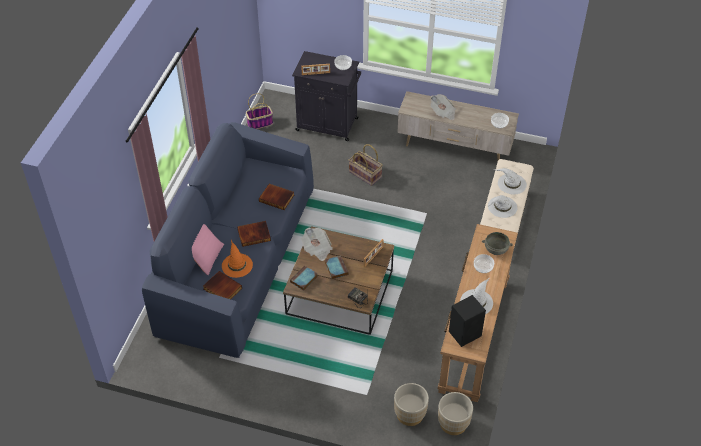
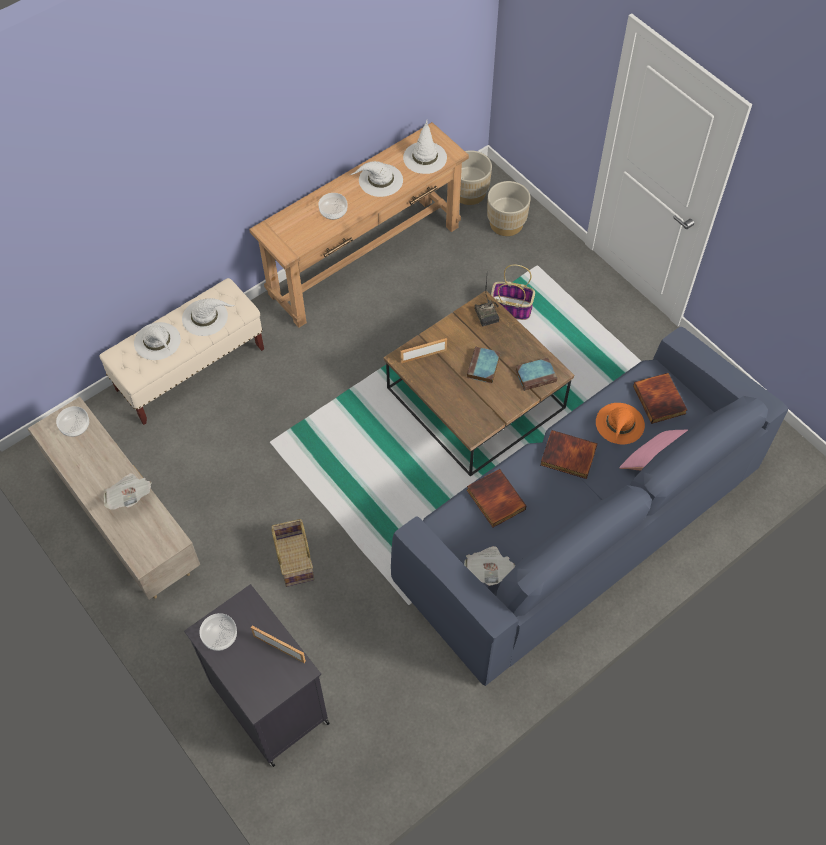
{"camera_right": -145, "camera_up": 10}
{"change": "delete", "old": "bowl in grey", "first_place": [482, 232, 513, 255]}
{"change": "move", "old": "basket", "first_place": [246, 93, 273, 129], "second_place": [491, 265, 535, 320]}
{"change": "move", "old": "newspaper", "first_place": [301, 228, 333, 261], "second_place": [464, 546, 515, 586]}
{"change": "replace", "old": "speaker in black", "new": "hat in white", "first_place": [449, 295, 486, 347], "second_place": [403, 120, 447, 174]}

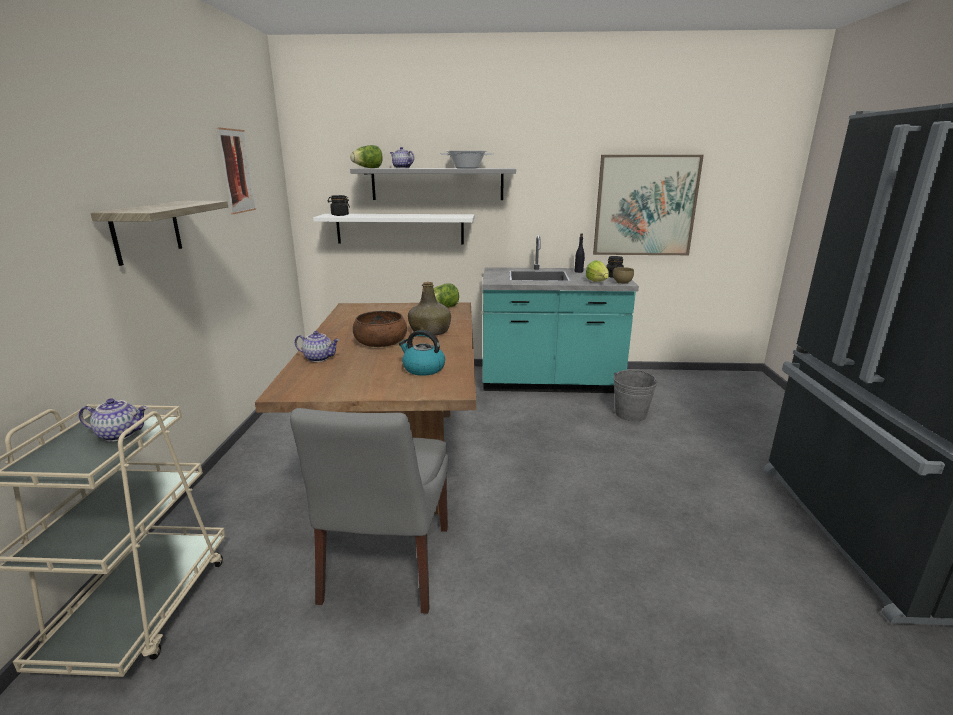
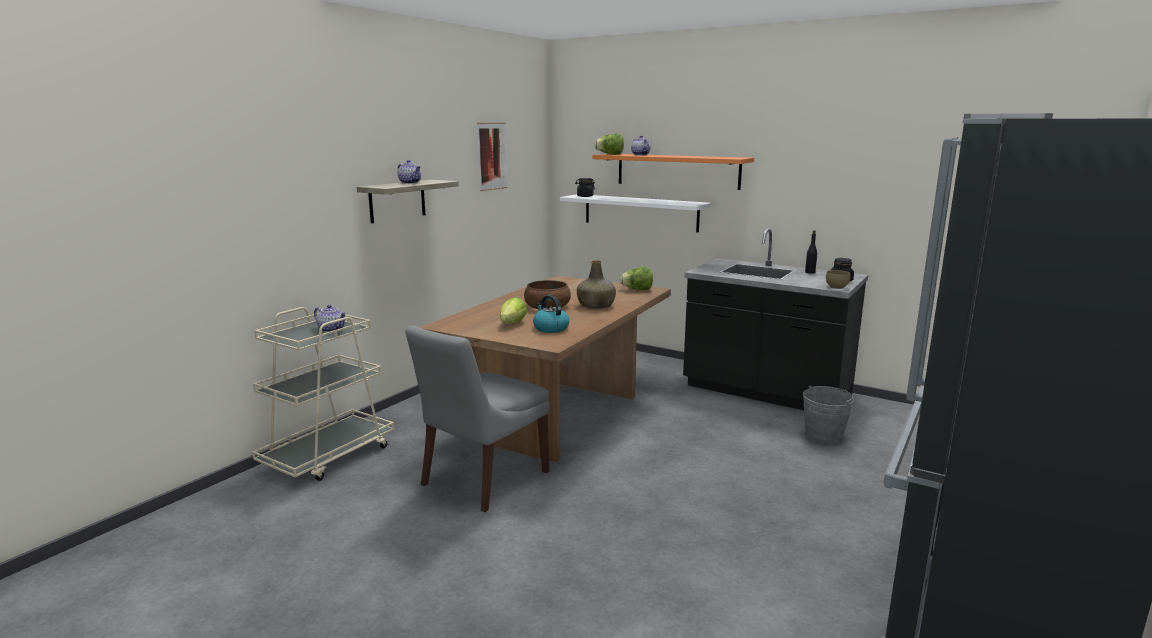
{"camera_right": 30, "camera_up": -5}
{"change": "delete", "old": "cooking pot", "first_place": [440, 151, 494, 169]}
{"change": "delete", "old": "picture", "first_place": [593, 155, 704, 255]}
{"change": "move", "old": "teapot", "first_place": [295, 331, 340, 362], "second_place": [398, 160, 421, 184]}
{"change": "move", "old": "lettuce", "first_place": [586, 260, 609, 282], "second_place": [500, 297, 527, 323]}
{"change": "recolor", "old": "shelf in grey", "new": "shelf in orange", "first_place": [350, 168, 516, 200], "second_place": [592, 154, 754, 190]}
{"change": "recolor", "old": "counter in turquoise", "new": "counter in black", "first_place": [482, 235, 639, 393], "second_place": [683, 229, 868, 410]}

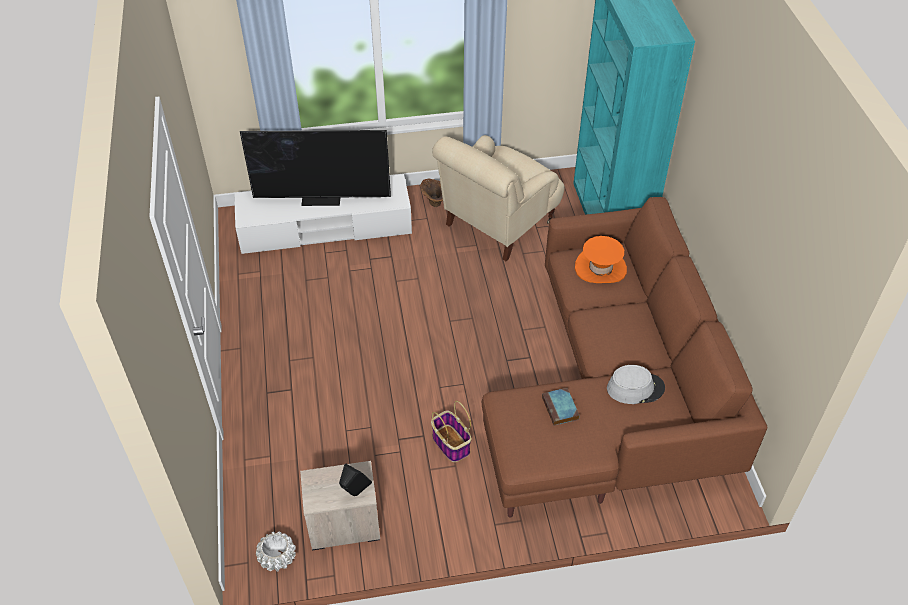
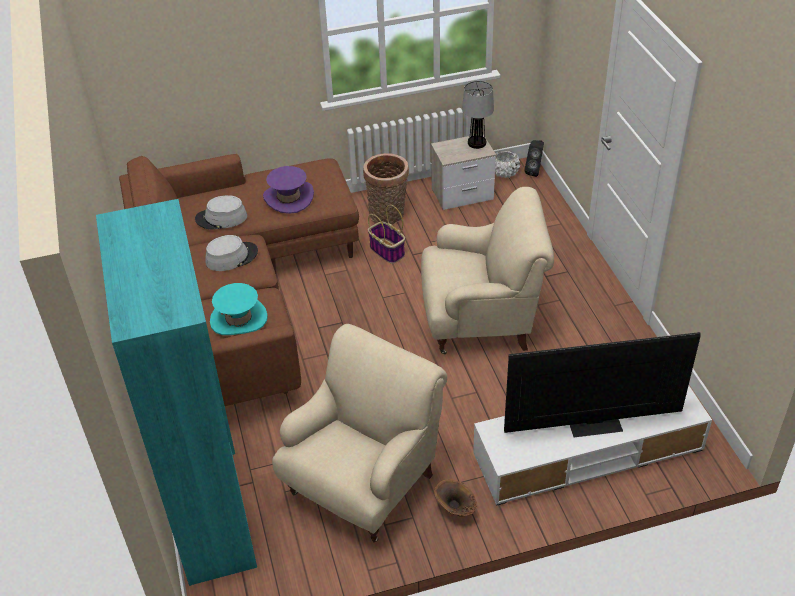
{"camera_right": 175, "camera_up": -5}
{"change": "insert", "new": "hat in grey", "second_place": [205, 235, 258, 271]}
{"change": "insert", "new": "basket", "second_place": [363, 153, 409, 224]}
{"change": "insert", "new": "armchair in beige", "second_place": [421, 187, 554, 354]}
{"change": "insert", "new": "table lamp", "second_place": [462, 81, 494, 149]}
{"change": "move", "old": "speaker in black", "first_place": [339, 464, 372, 496], "second_place": [524, 140, 544, 177]}
{"change": "replace", "old": "book", "new": "hat in purple", "first_place": [542, 388, 579, 426], "second_place": [263, 166, 314, 214]}
{"change": "recolor", "old": "hat in orange", "new": "hat in turquoise", "first_place": [575, 236, 627, 283], "second_place": [210, 283, 268, 335]}

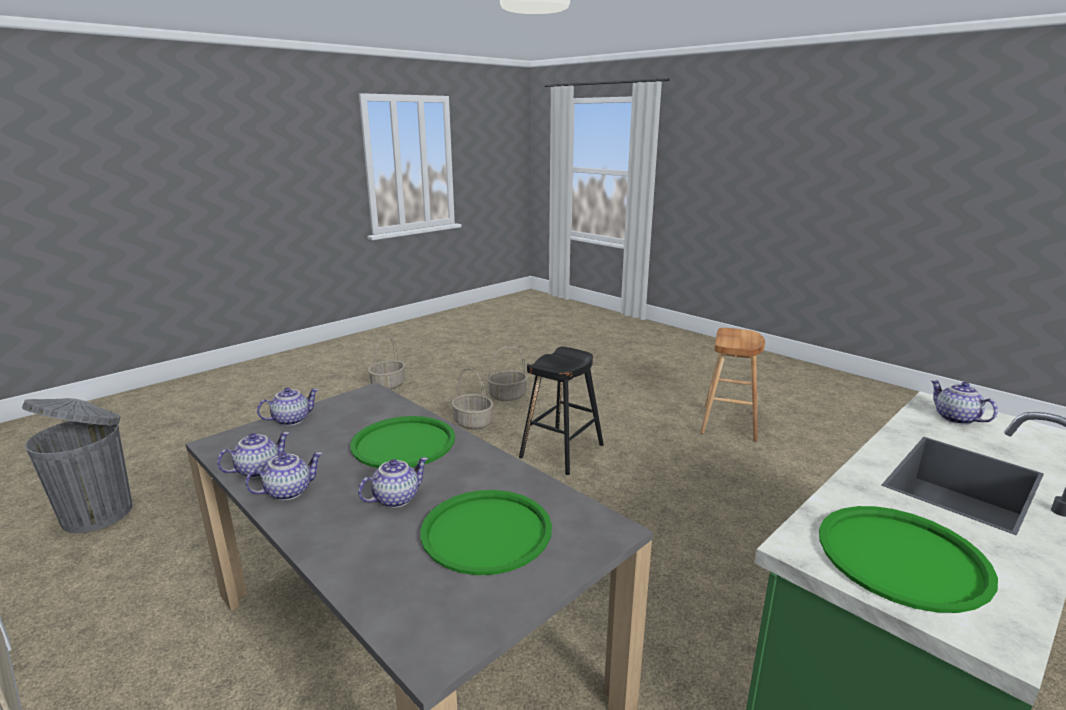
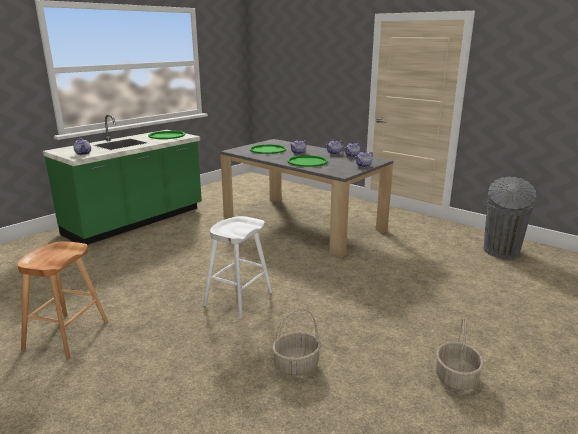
{"camera_right": 175, "camera_up": 0}
{"change": "delete", "old": "basket", "first_place": [451, 368, 493, 430]}
{"change": "recolor", "old": "stool in black", "new": "stool in white", "first_place": [519, 347, 604, 475], "second_place": [203, 216, 272, 319]}

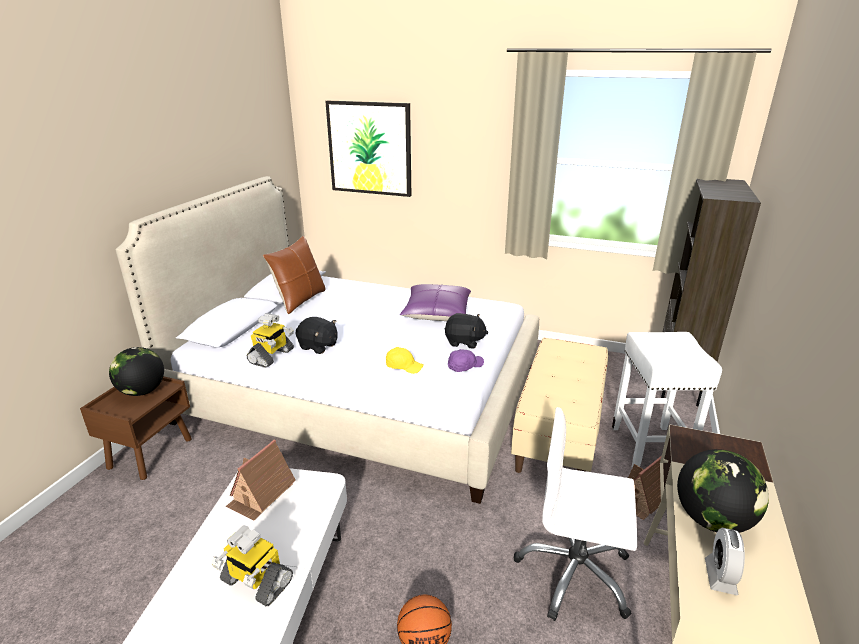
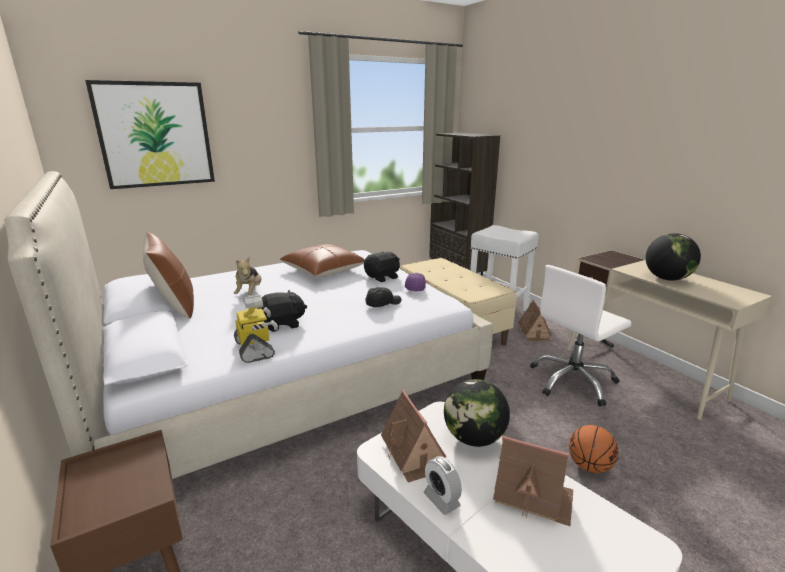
{"camera_right": -50, "camera_up": -5}
{"change": "insert", "new": "plush toy", "second_place": [234, 257, 262, 295]}
{"change": "move", "old": "globe", "first_place": [109, 347, 164, 396], "second_place": [444, 379, 510, 447]}
{"change": "move", "old": "alarm clock", "first_place": [705, 528, 745, 595], "second_place": [424, 456, 462, 515]}
{"change": "replace", "old": "toy robot", "new": "toy house", "first_place": [211, 525, 293, 606], "second_place": [493, 436, 573, 526]}
{"change": "recolor", "old": "cap in yellow", "new": "cap in black", "first_place": [386, 347, 424, 374], "second_place": [365, 287, 401, 307]}
{"change": "recolor", "old": "pillow in purple", "new": "pillow in brown", "first_place": [400, 284, 471, 321], "second_place": [280, 244, 365, 277]}

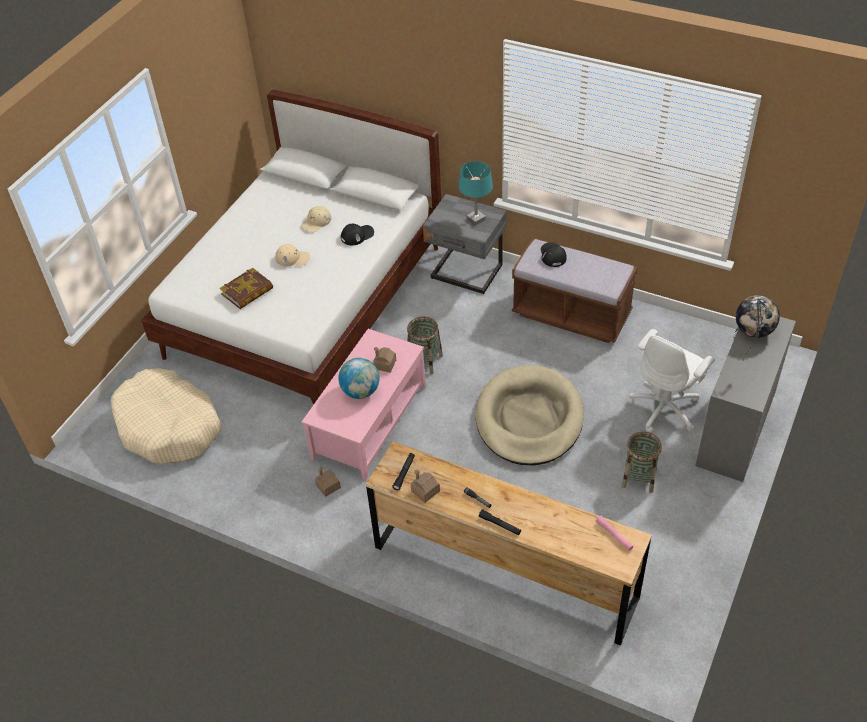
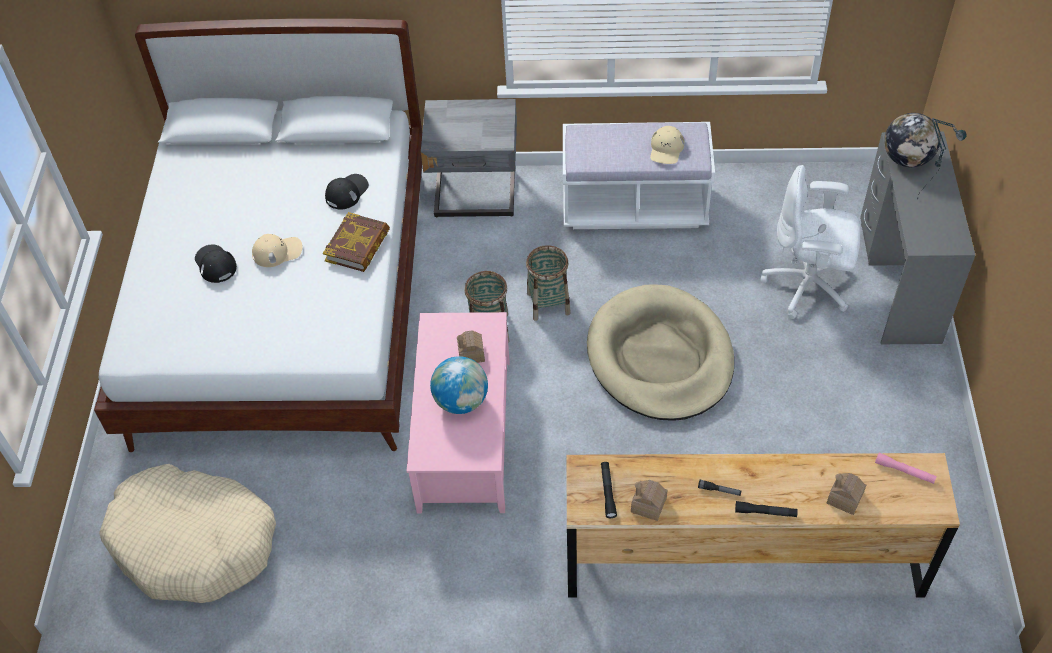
{"camera_right": -25, "camera_up": 5}
{"change": "delete", "old": "table lamp in turquoise", "first_place": [459, 161, 493, 226]}
{"change": "move", "old": "book", "first_place": [220, 267, 273, 309], "second_place": [323, 212, 390, 272]}
{"change": "move", "old": "cap in beige", "first_place": [301, 206, 331, 232], "second_place": [650, 126, 685, 164]}
{"change": "move", "old": "toy house", "first_place": [315, 467, 341, 497], "second_place": [827, 473, 866, 515]}
{"change": "move", "old": "cap in black", "first_place": [541, 242, 567, 267], "second_place": [195, 245, 237, 283]}
{"change": "move", "old": "basket", "first_place": [622, 431, 662, 493], "second_place": [526, 245, 571, 321]}
{"change": "recolor", "old": "bench in brown", "new": "bench in white", "first_place": [512, 237, 638, 343], "second_place": [563, 122, 715, 229]}
{"change": "rotate", "old": "office chair in white", "first_place": [628, 329, 715, 433], "second_place": [760, 165, 860, 319], "degrees": 90}

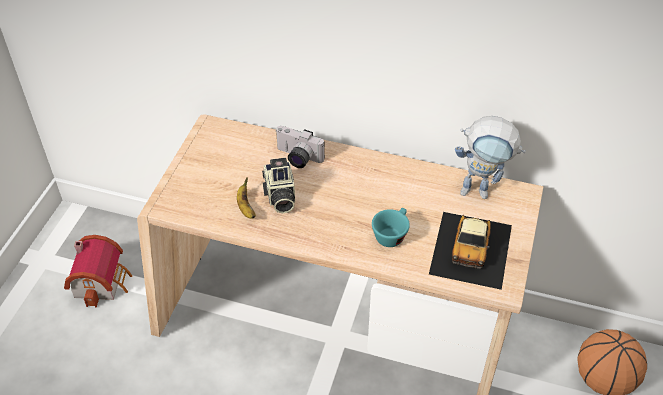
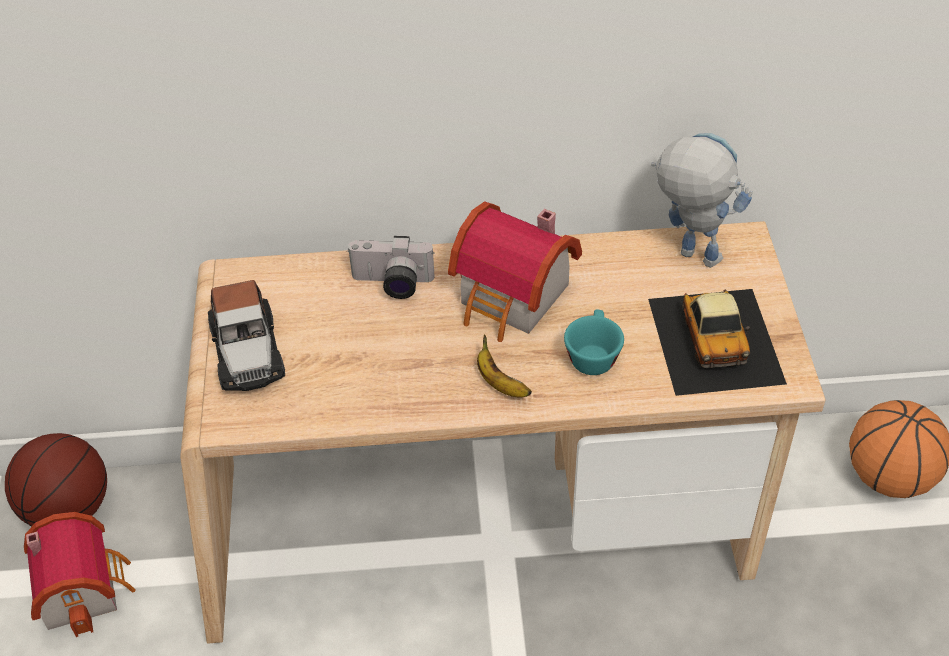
{"camera_right": -20, "camera_up": 0}
{"change": "delete", "old": "photo camera", "first_place": [262, 158, 295, 213]}
{"change": "insert", "new": "basketball", "second_place": [5, 433, 107, 527]}
{"change": "insert", "new": "toy car", "second_place": [208, 280, 285, 391]}
{"change": "insert", "new": "toy house", "second_place": [448, 201, 582, 342]}
{"change": "move", "old": "banana", "first_place": [237, 177, 256, 219], "second_place": [477, 334, 532, 397]}
{"change": "rotate", "old": "toy robot", "first_place": [455, 116, 526, 199], "second_place": [651, 133, 753, 268], "degrees": -135}

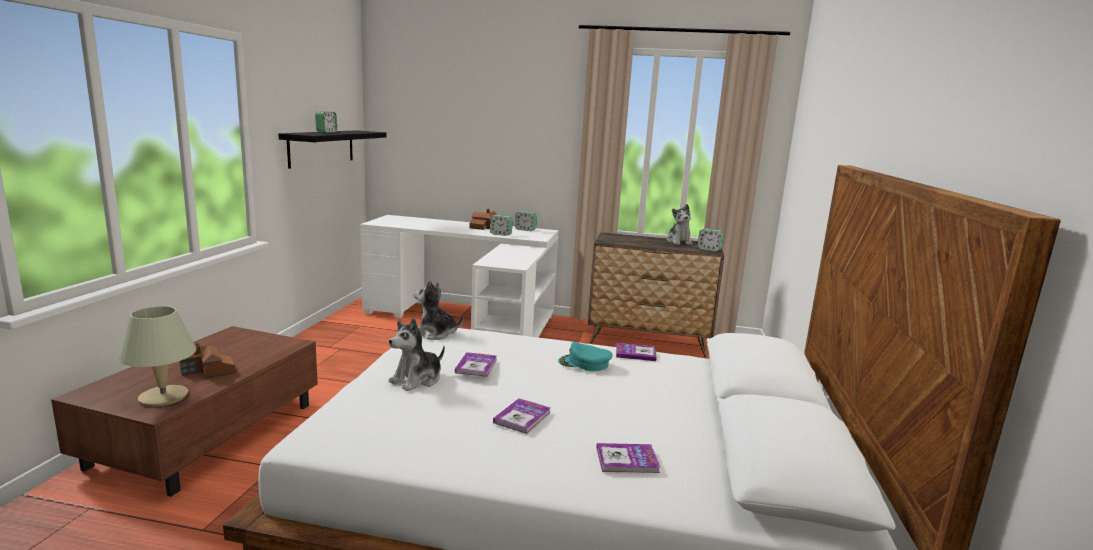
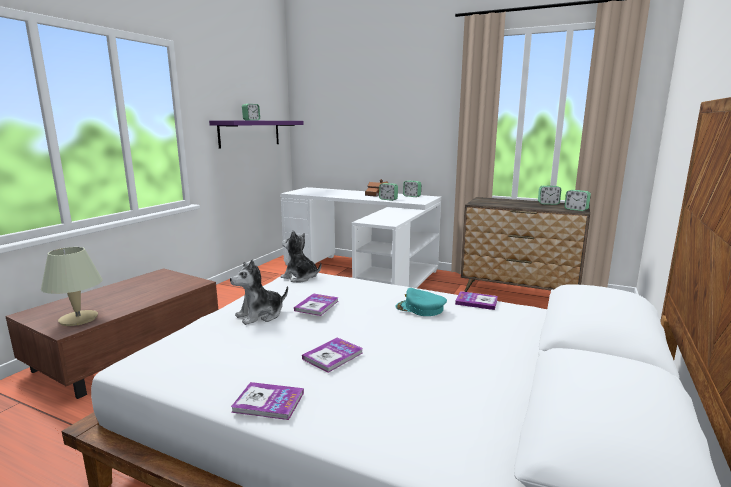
{"camera_right": 15, "camera_up": 0}
{"change": "delete", "old": "toy house", "first_place": [180, 343, 236, 379]}
{"change": "move", "old": "book", "first_place": [596, 443, 661, 473], "second_place": [231, 382, 304, 420]}
{"change": "replace", "old": "plush toy", "new": "alarm clock", "first_place": [667, 204, 692, 245], "second_place": [538, 186, 561, 205]}
{"change": "recolor", "old": "shelf in black", "new": "shelf in purple", "first_place": [278, 130, 386, 169], "second_place": [209, 120, 304, 149]}

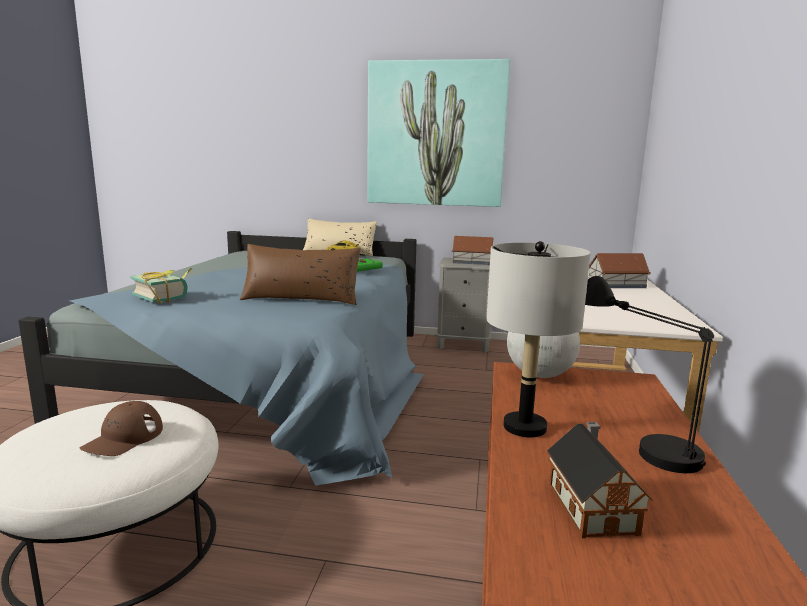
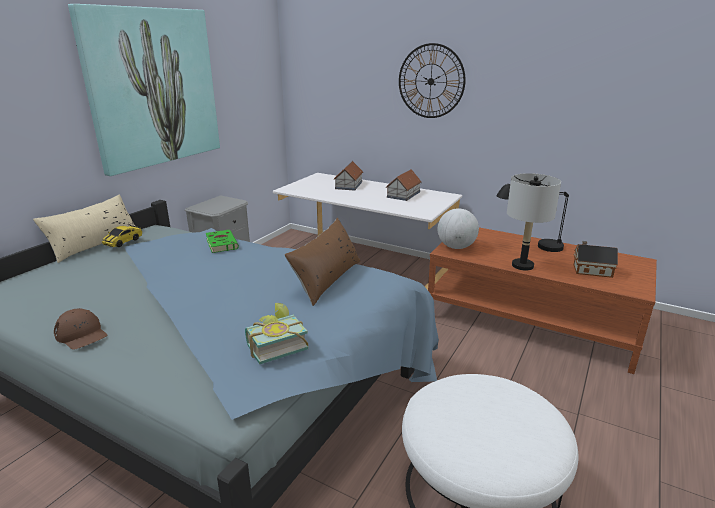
{"camera_right": -70, "camera_up": 10}
{"change": "insert", "new": "wall clock", "second_place": [399, 43, 466, 118]}
{"change": "move", "old": "cap in brown", "first_place": [80, 401, 163, 456], "second_place": [54, 308, 107, 350]}
{"change": "move", "old": "toy house", "first_place": [452, 236, 493, 265], "second_place": [386, 169, 422, 201]}

